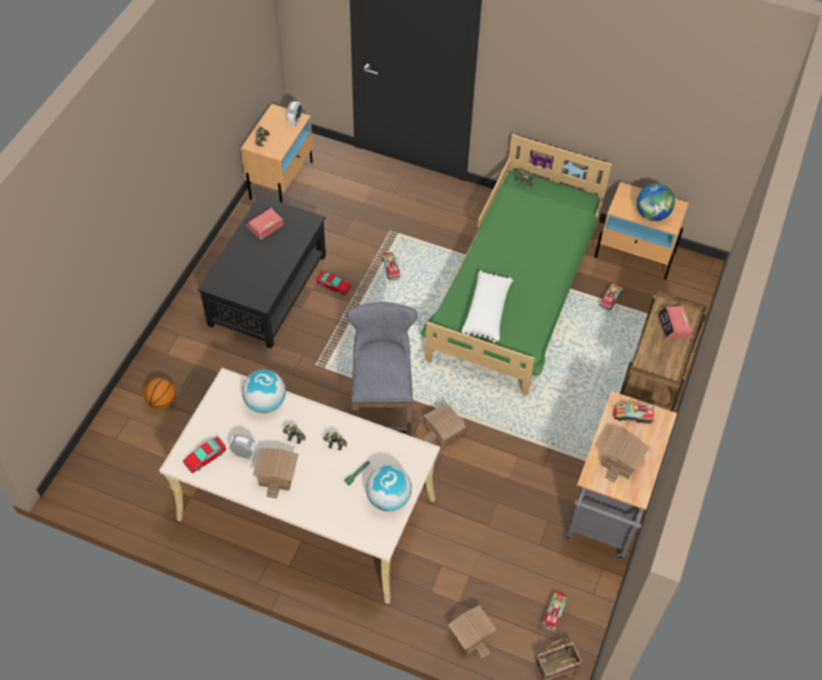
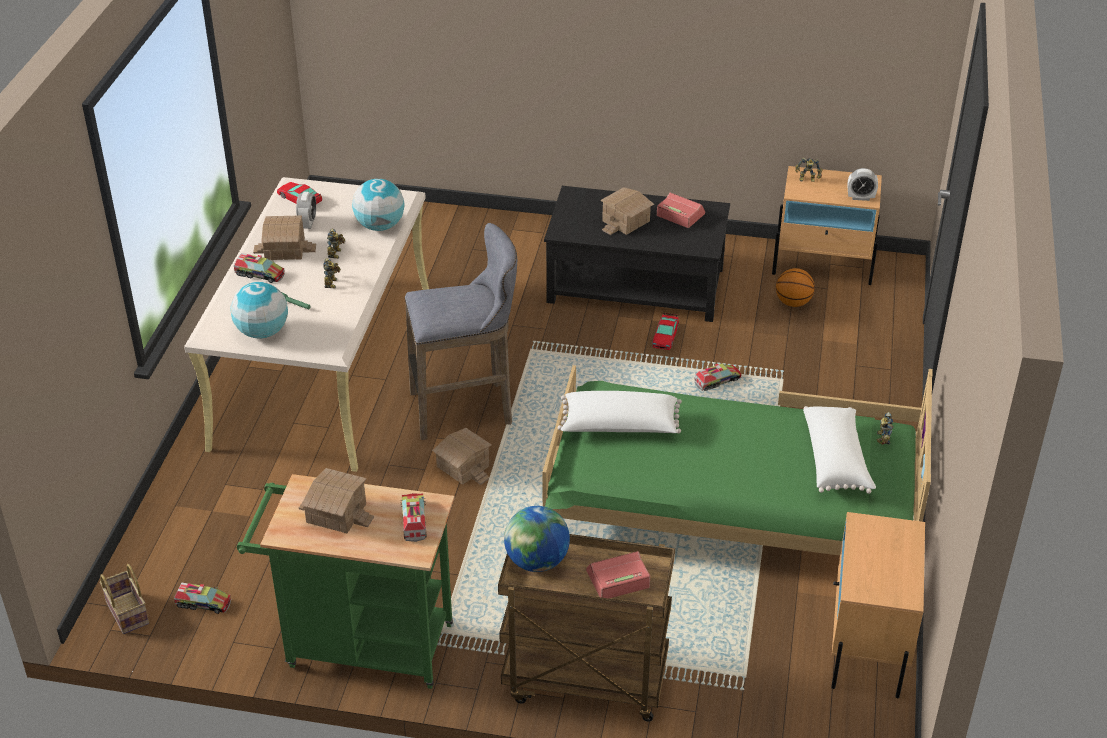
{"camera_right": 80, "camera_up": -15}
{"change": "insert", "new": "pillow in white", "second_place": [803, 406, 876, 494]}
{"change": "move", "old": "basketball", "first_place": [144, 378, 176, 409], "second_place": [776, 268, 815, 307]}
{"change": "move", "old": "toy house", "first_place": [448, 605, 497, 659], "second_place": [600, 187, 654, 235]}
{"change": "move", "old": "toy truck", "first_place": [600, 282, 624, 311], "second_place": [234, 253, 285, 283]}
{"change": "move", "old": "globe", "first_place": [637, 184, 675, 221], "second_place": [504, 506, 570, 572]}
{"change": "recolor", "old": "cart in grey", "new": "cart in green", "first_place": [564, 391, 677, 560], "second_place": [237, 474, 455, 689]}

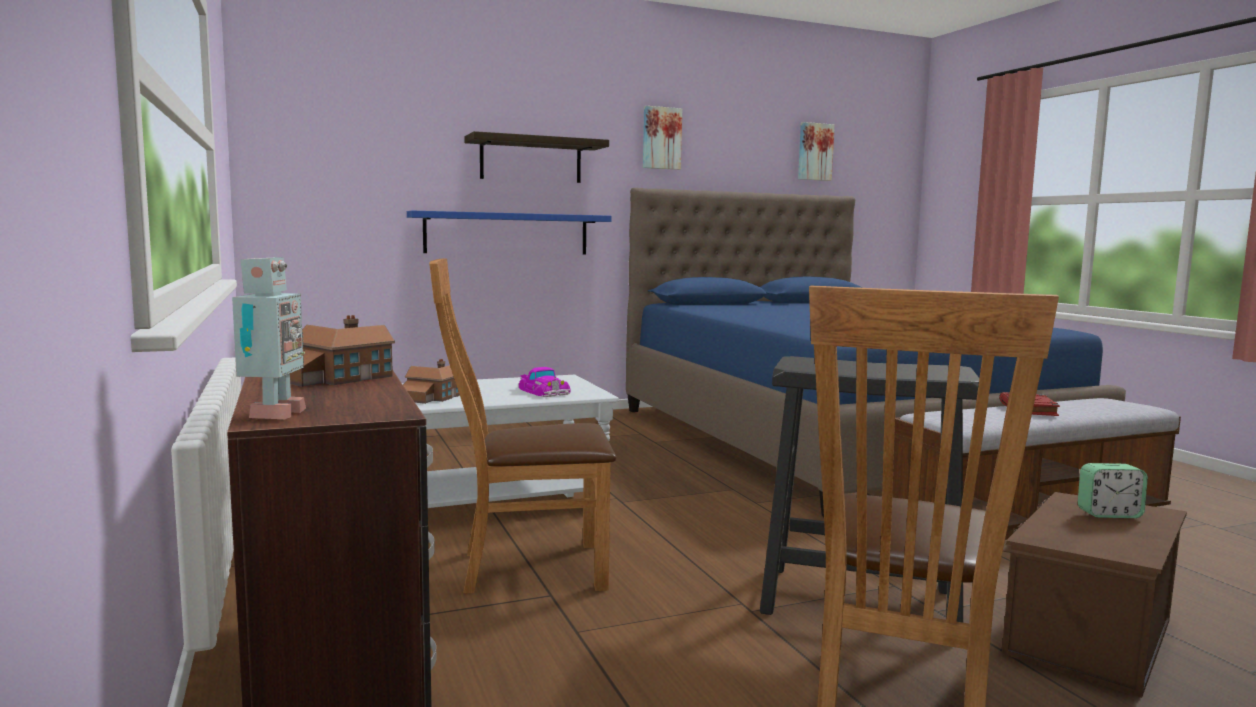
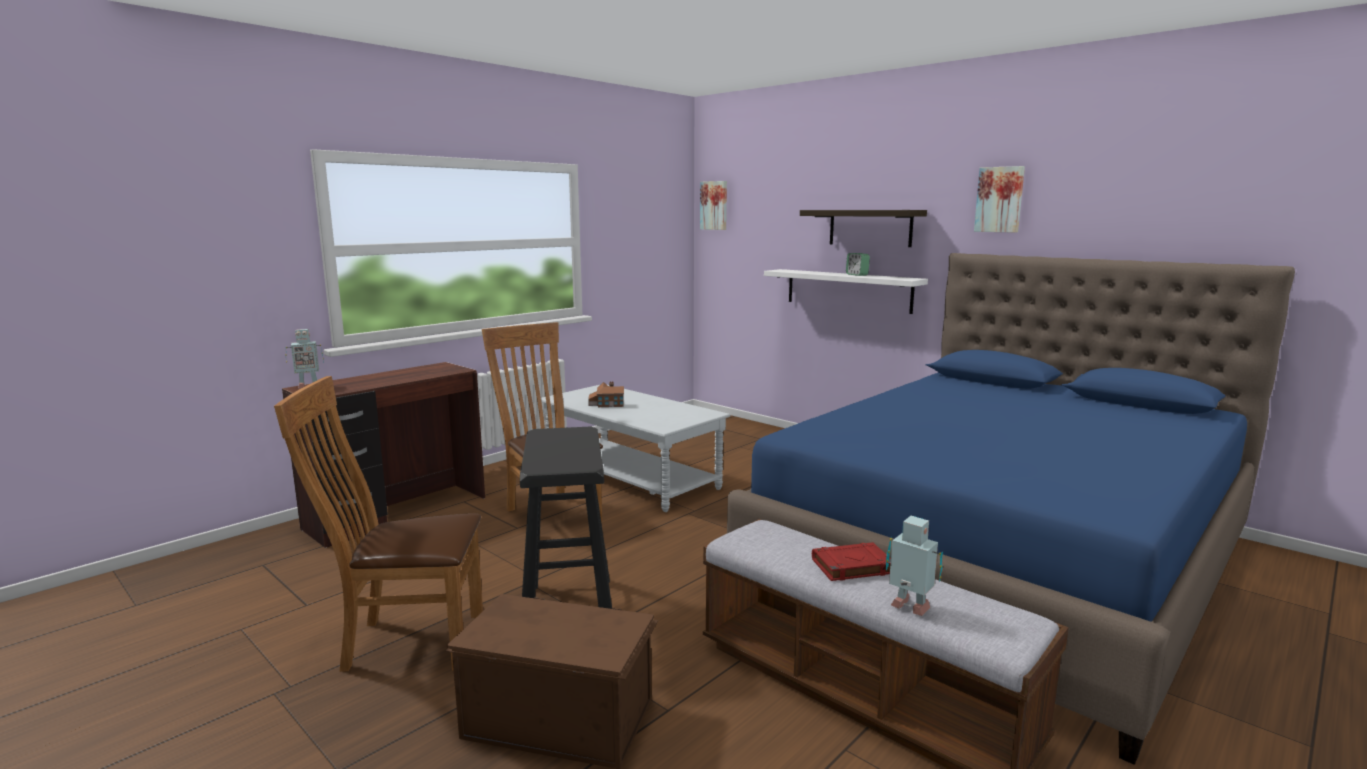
{"camera_right": 65, "camera_up": 5}
{"change": "delete", "old": "toy house", "first_place": [290, 315, 395, 387]}
{"change": "delete", "old": "toy car", "first_place": [518, 367, 570, 397]}
{"change": "insert", "new": "toy robot", "second_place": [886, 516, 943, 616]}
{"change": "move", "old": "picture", "first_place": [798, 122, 835, 181], "second_place": [700, 181, 727, 230]}
{"change": "move", "old": "alarm clock", "first_place": [1078, 463, 1148, 518], "second_place": [846, 253, 870, 276]}
{"change": "recolor", "old": "shelf in blue", "new": "shelf in white", "first_place": [407, 211, 611, 254], "second_place": [764, 269, 928, 314]}

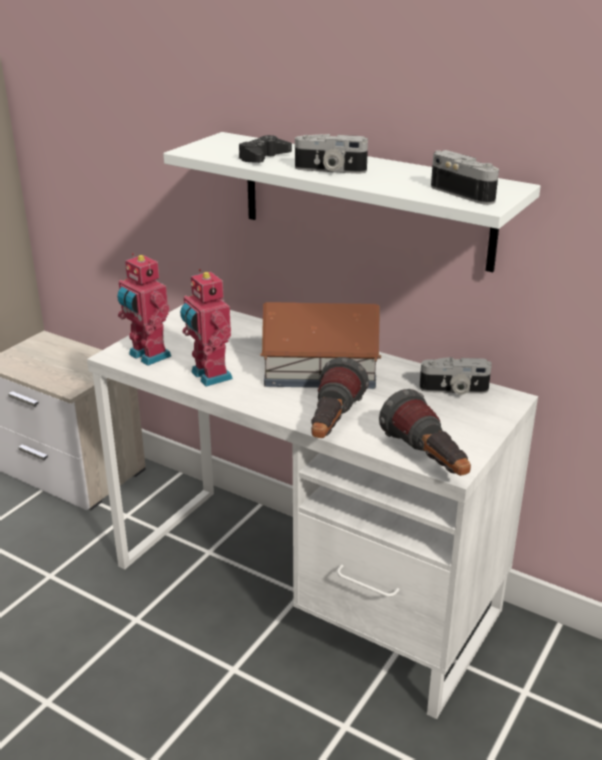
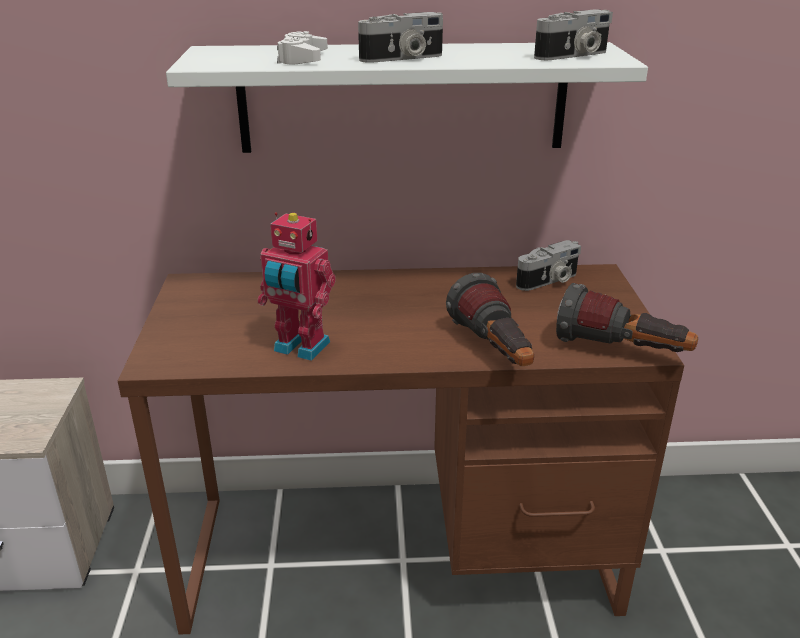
{"camera_right": -35, "camera_up": 0}
{"change": "delete", "old": "toy robot", "first_place": [117, 253, 171, 366]}
{"change": "delete", "old": "toy house", "first_place": [260, 302, 381, 389]}
{"change": "recolor", "old": "desk in white", "new": "desk in brown", "first_place": [87, 304, 538, 719], "second_place": [118, 264, 684, 635]}
{"change": "recolor", "old": "game controller in black", "new": "game controller in white", "first_place": [239, 135, 292, 163], "second_place": [277, 31, 328, 64]}
{"change": "rotate", "old": "photo camera", "first_place": [431, 150, 499, 205], "second_place": [534, 9, 613, 60], "degrees": 135}

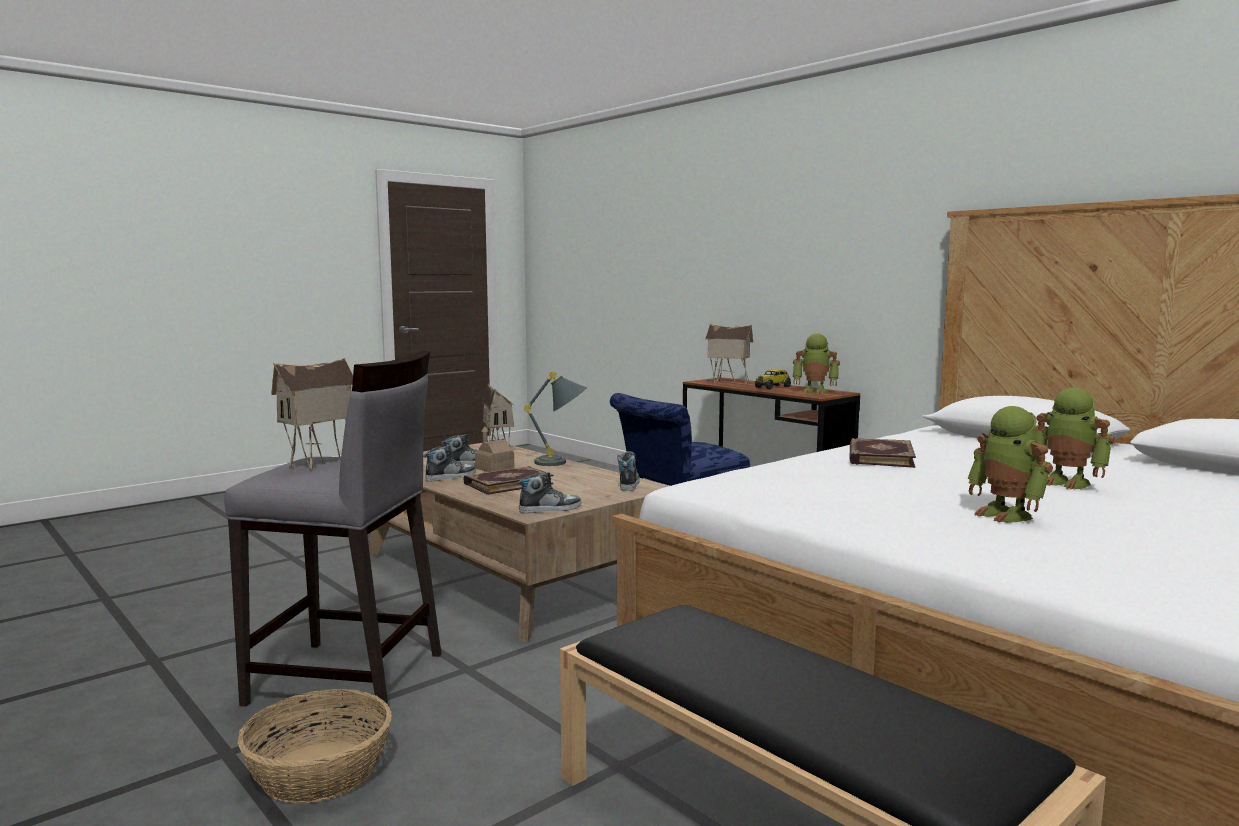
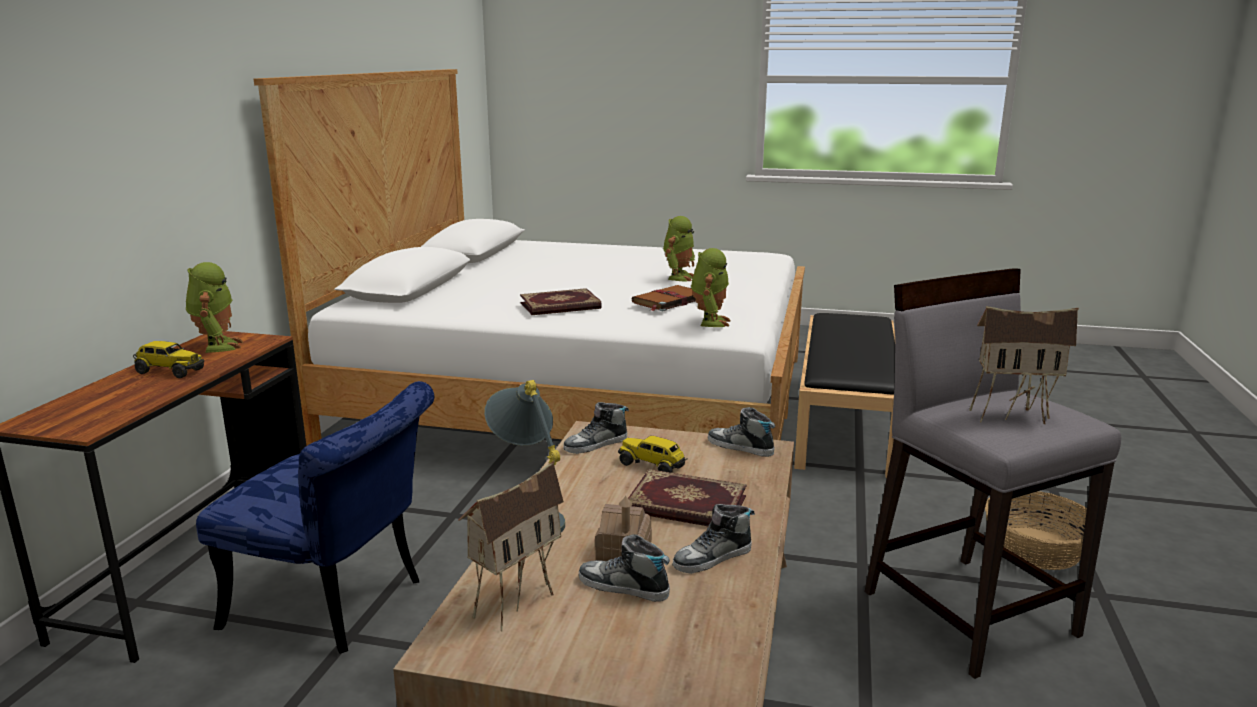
{"camera_right": -125, "camera_up": 10}
{"change": "delete", "old": "toy house", "first_place": [705, 324, 753, 385]}
{"change": "insert", "new": "toy truck", "second_place": [618, 436, 688, 473]}
{"change": "insert", "new": "book in brown", "second_place": [632, 285, 696, 311]}
{"change": "move", "old": "toy robot", "first_place": [1036, 387, 1115, 489], "second_place": [691, 248, 731, 327]}
{"change": "rotate", "old": "shoe", "first_place": [423, 445, 476, 482], "second_place": [672, 504, 755, 574], "degrees": -45}

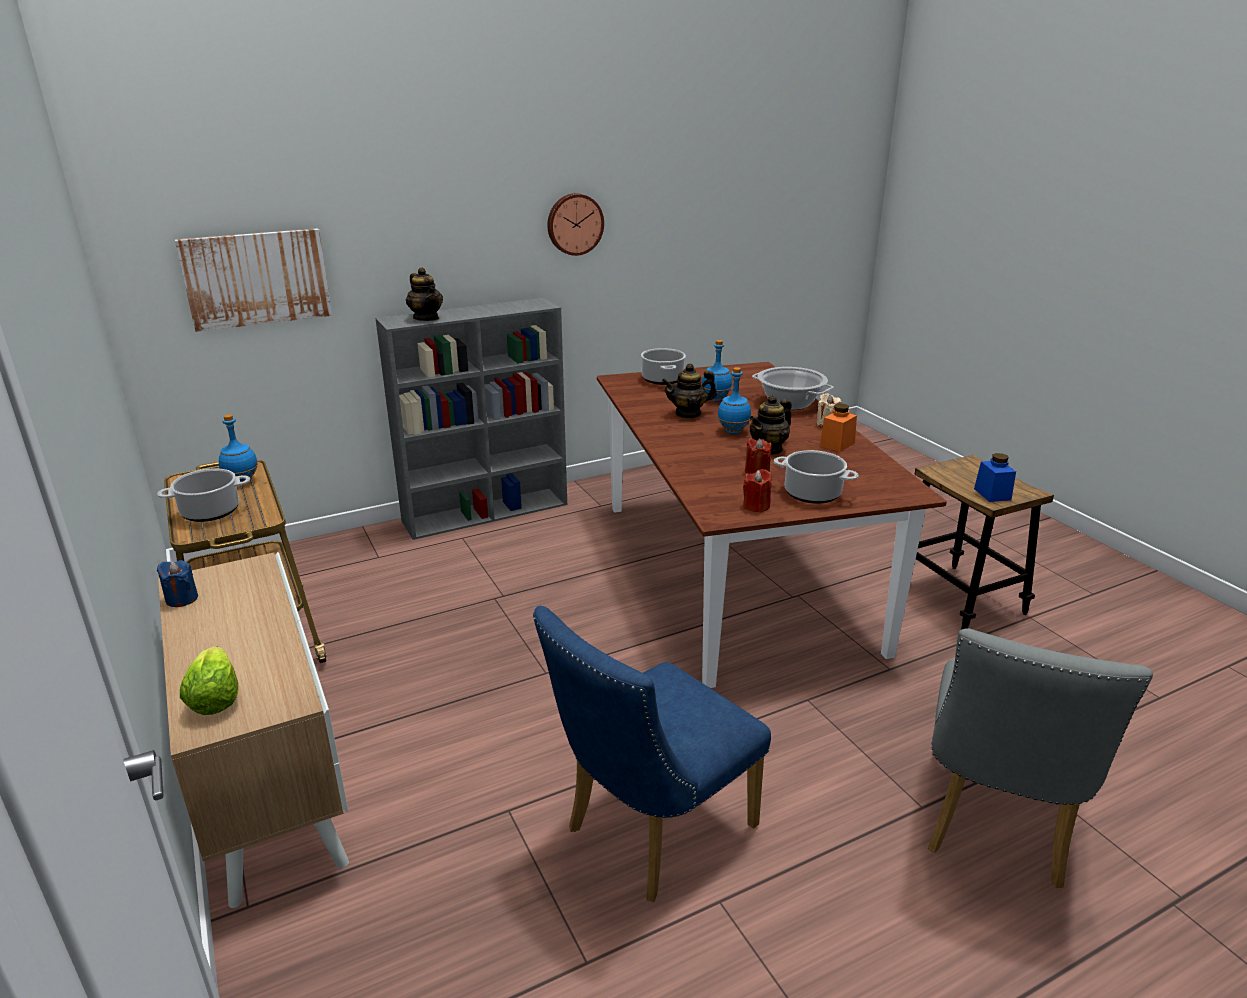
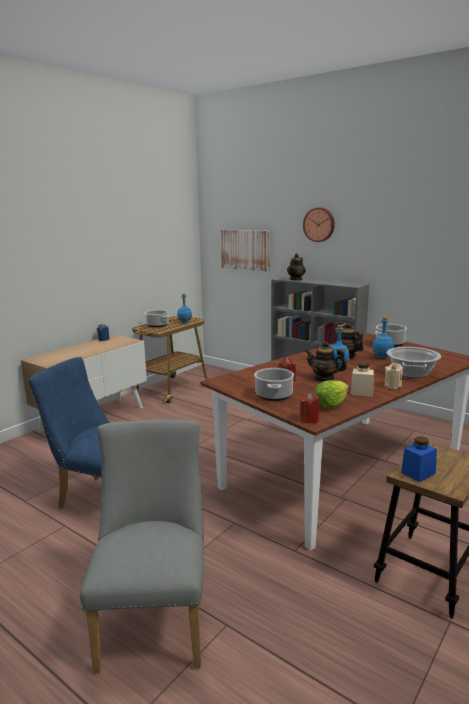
{"camera_right": 65, "camera_up": -10}
{"change": "move", "old": "lettuce", "first_place": [180, 646, 238, 715], "second_place": [314, 380, 349, 409]}
{"change": "move", "old": "wall clock", "first_place": [547, 193, 604, 256], "second_place": [303, 208, 335, 242]}
{"change": "move", "old": "candle in red", "first_place": [743, 469, 772, 513], "second_place": [300, 393, 320, 424]}
{"change": "recolor", "old": "jar in orange", "new": "jar in beige", "first_place": [820, 403, 857, 452], "second_place": [350, 362, 374, 397]}
{"change": "rotate", "old": "chair in grey", "first_place": [928, 628, 1153, 888], "second_place": [80, 420, 204, 673], "degrees": 90}

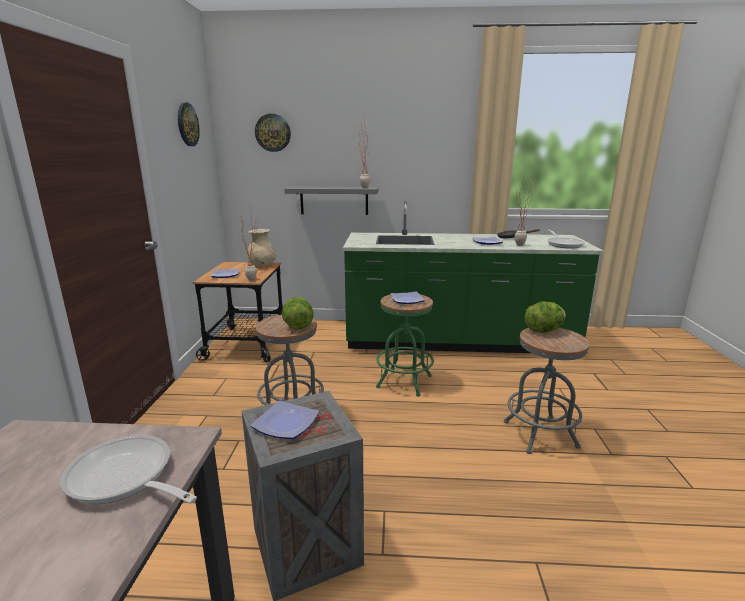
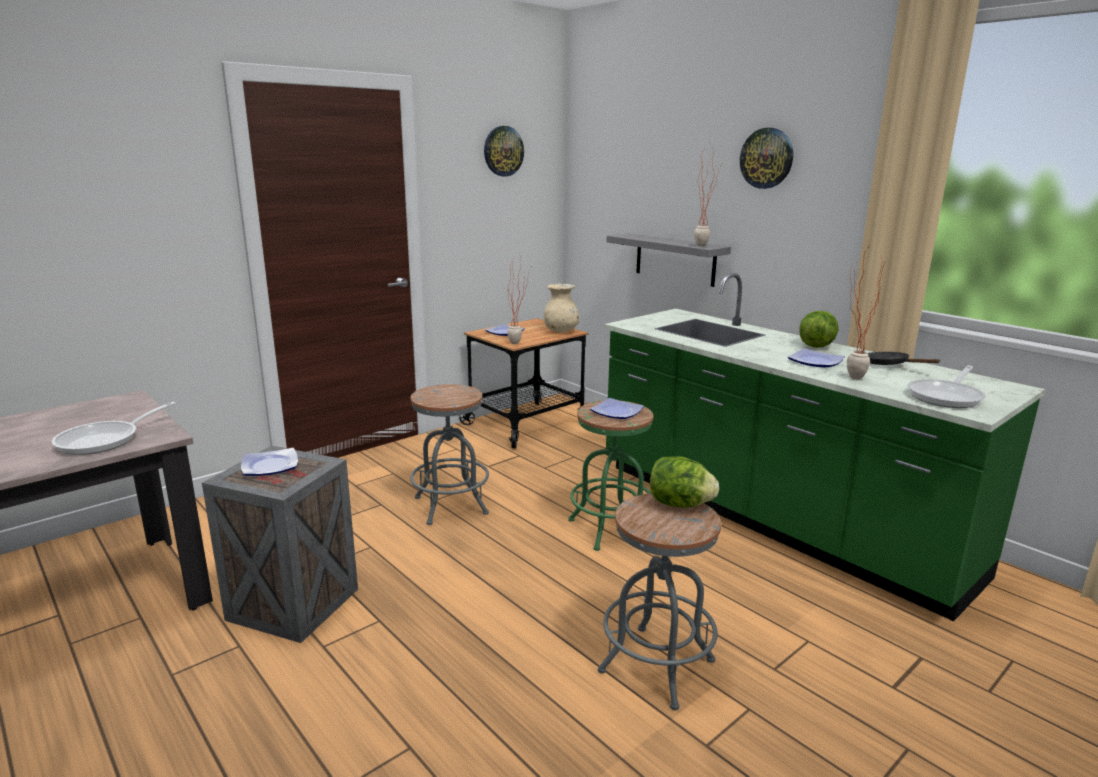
{"camera_right": 45, "camera_up": 0}
{"change": "move", "old": "wall clock", "first_place": [255, 114, 291, 152], "second_place": [740, 128, 793, 189]}
{"change": "move", "old": "lettuce", "first_place": [282, 297, 314, 330], "second_place": [799, 311, 838, 348]}
{"change": "rotate", "old": "frying pan", "first_place": [60, 435, 197, 504], "second_place": [51, 402, 176, 455], "degrees": -135}

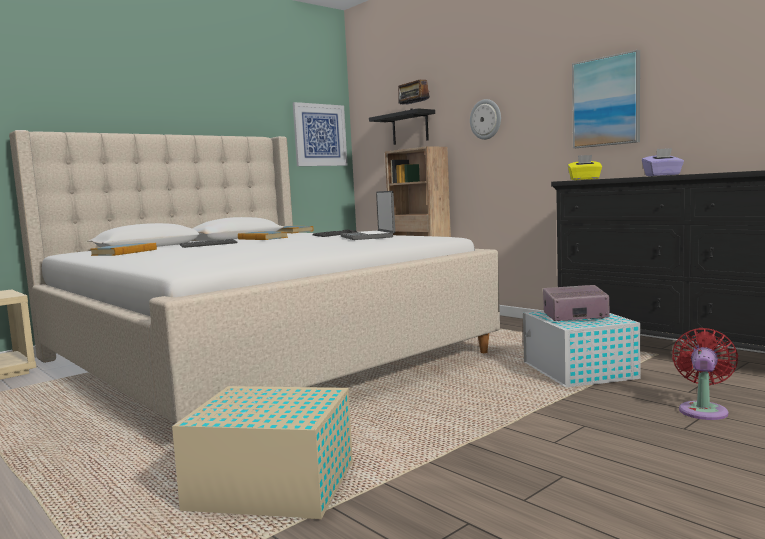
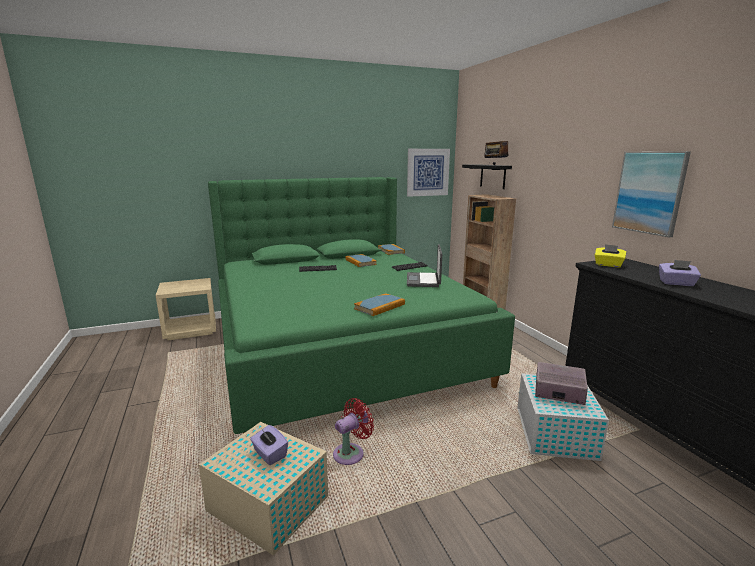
{"camera_right": 20, "camera_up": 10}
{"change": "delete", "old": "wall clock", "first_place": [470, 99, 501, 140]}
{"change": "insert", "new": "tissue box in purple", "second_place": [250, 425, 288, 465]}
{"change": "move", "old": "book", "first_place": [90, 243, 157, 256], "second_place": [354, 293, 405, 316]}
{"change": "move", "old": "fan in red", "first_place": [672, 328, 738, 420], "second_place": [333, 398, 374, 465]}
{"change": "recolor", "old": "bed in beige", "new": "bed in green", "first_place": [9, 130, 500, 424], "second_place": [208, 177, 515, 434]}

